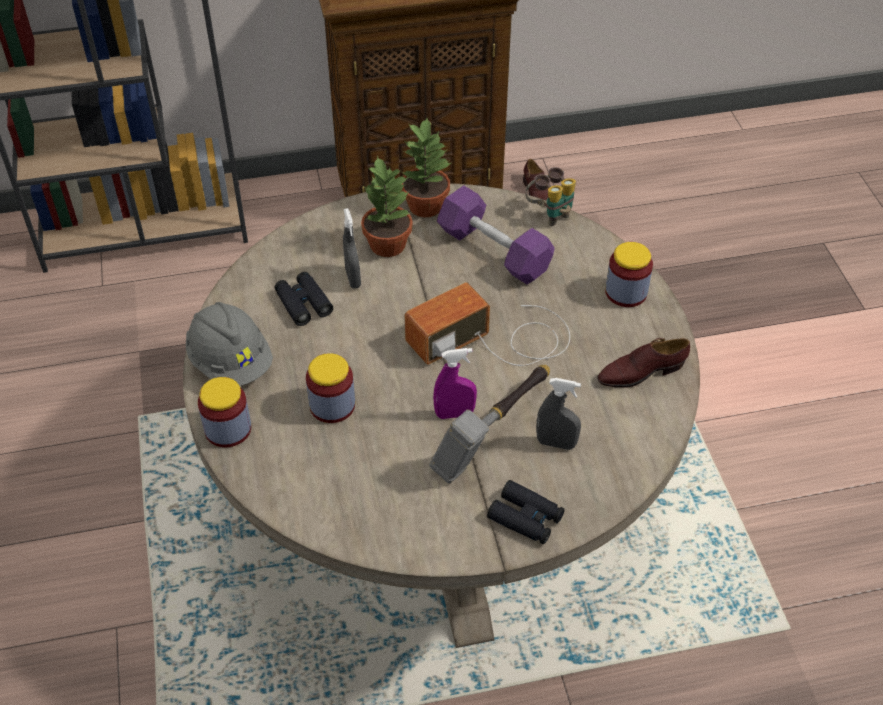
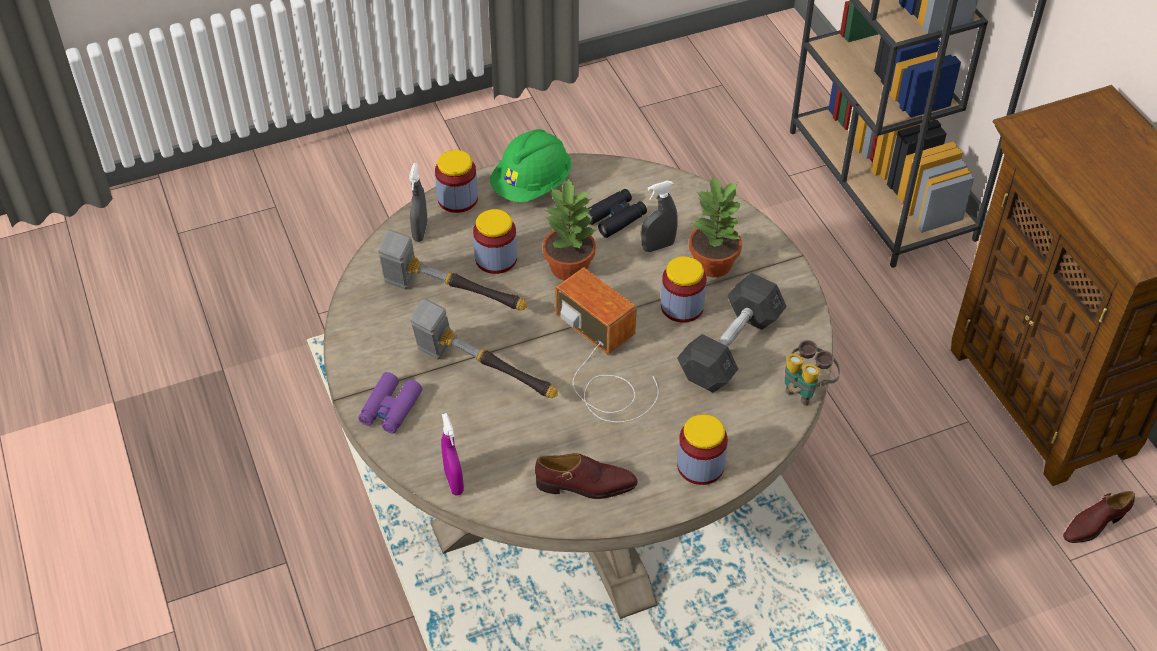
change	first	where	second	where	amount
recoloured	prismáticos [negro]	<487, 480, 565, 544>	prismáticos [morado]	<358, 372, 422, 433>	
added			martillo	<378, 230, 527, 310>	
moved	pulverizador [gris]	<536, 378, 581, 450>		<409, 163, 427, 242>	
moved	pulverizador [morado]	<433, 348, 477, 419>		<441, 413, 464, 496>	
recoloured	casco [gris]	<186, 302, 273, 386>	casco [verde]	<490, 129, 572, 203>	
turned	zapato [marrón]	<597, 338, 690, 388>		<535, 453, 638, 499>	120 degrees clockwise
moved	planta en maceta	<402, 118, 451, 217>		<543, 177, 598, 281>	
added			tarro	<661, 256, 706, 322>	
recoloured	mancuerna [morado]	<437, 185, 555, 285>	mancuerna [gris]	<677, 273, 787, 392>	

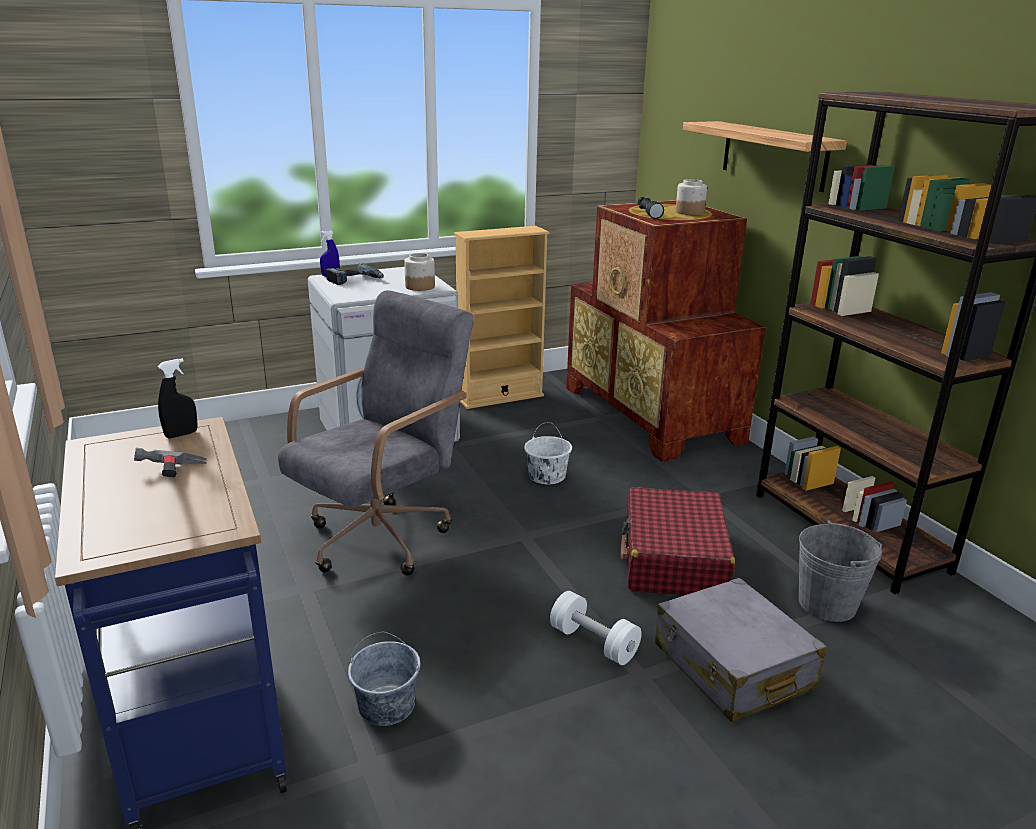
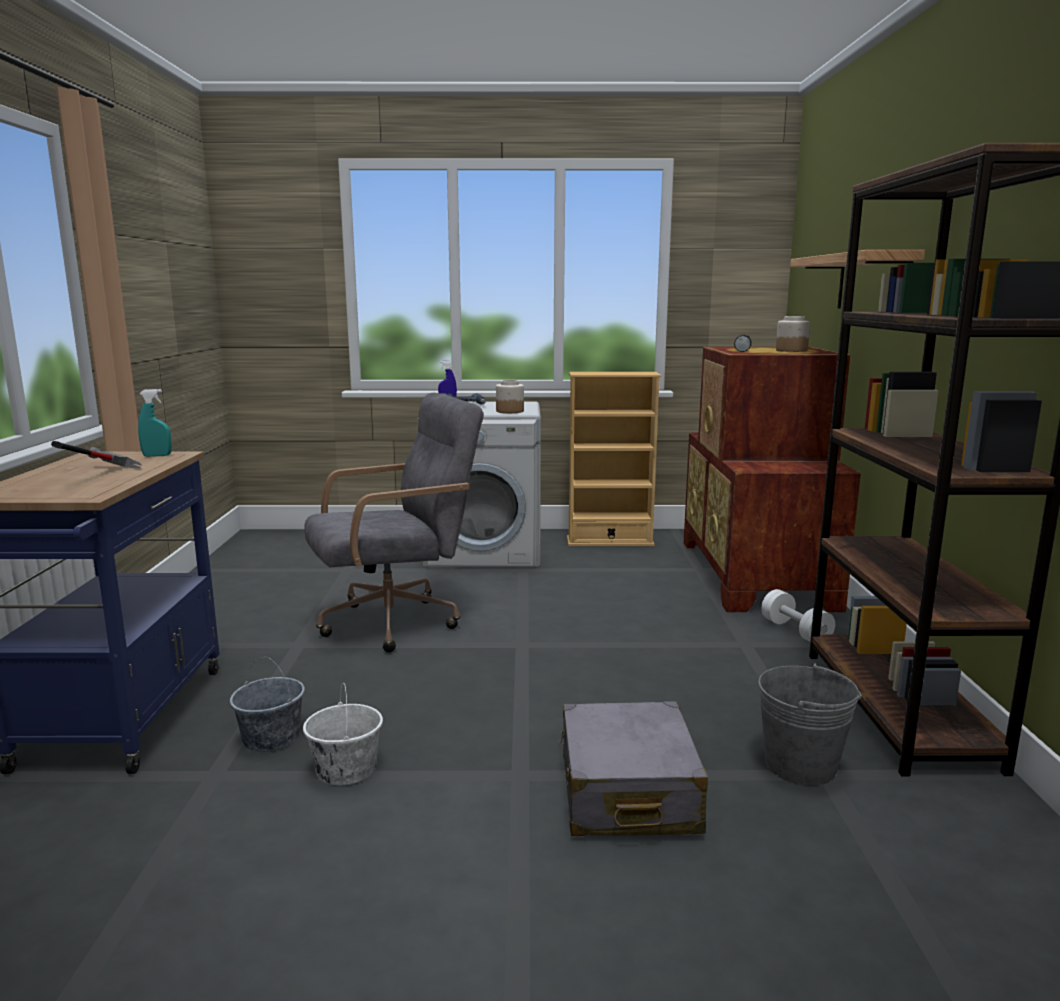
change	first	where	second	where	amount
recoloured	pulverizador [negro]	<158, 358, 198, 438>	pulverizador [turquesa]	<138, 389, 172, 457>	
moved	cubo [blanco]	<524, 422, 572, 484>		<303, 683, 383, 785>	
moved	mancuerna [blanco]	<550, 591, 642, 665>		<761, 589, 835, 641>	
removed	maleta [rojo]	<621, 487, 735, 595>			

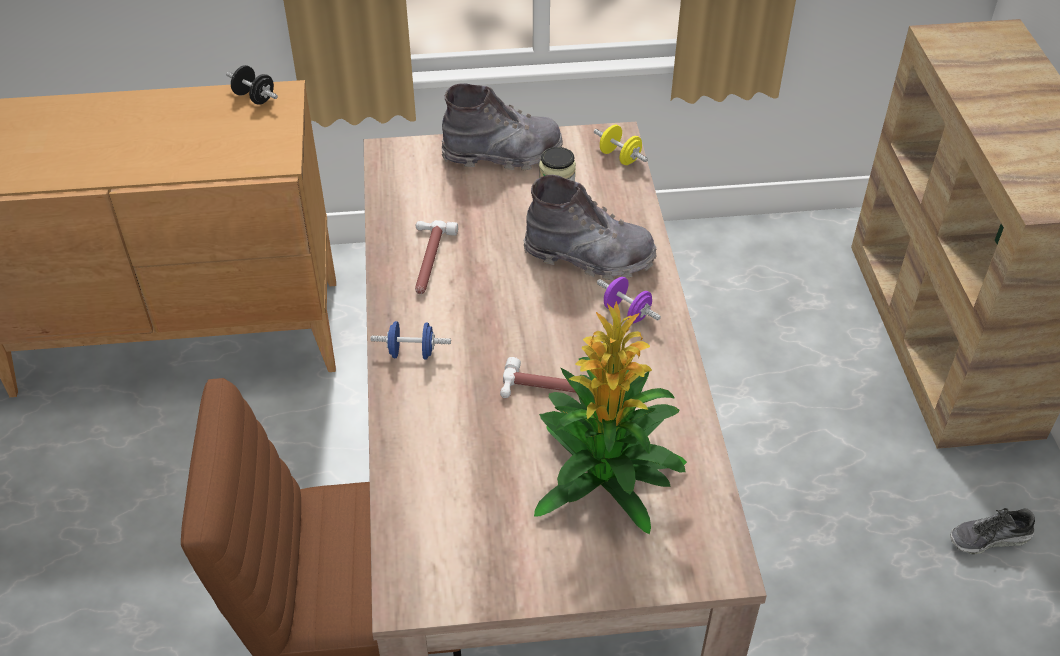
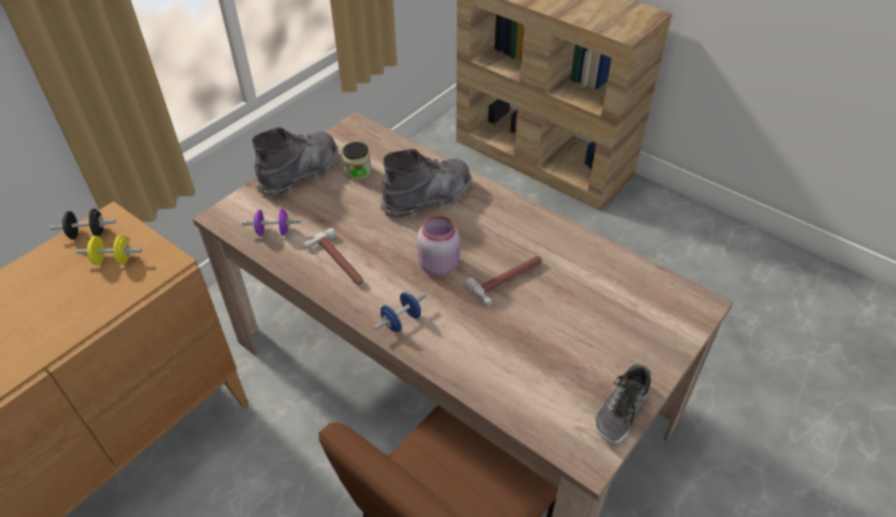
change	first	where	second	where	amount
moved	mancuerna [amarillo]	<594, 125, 648, 165>		<76, 235, 142, 265>	
moved	mancuerna [morado]	<597, 277, 661, 323>		<242, 209, 301, 237>	
added			tarro [rosa]	<417, 216, 460, 276>	
moved	zapato	<950, 508, 1035, 554>		<595, 364, 651, 443>	
removed	planta en maceta	<534, 301, 687, 534>			

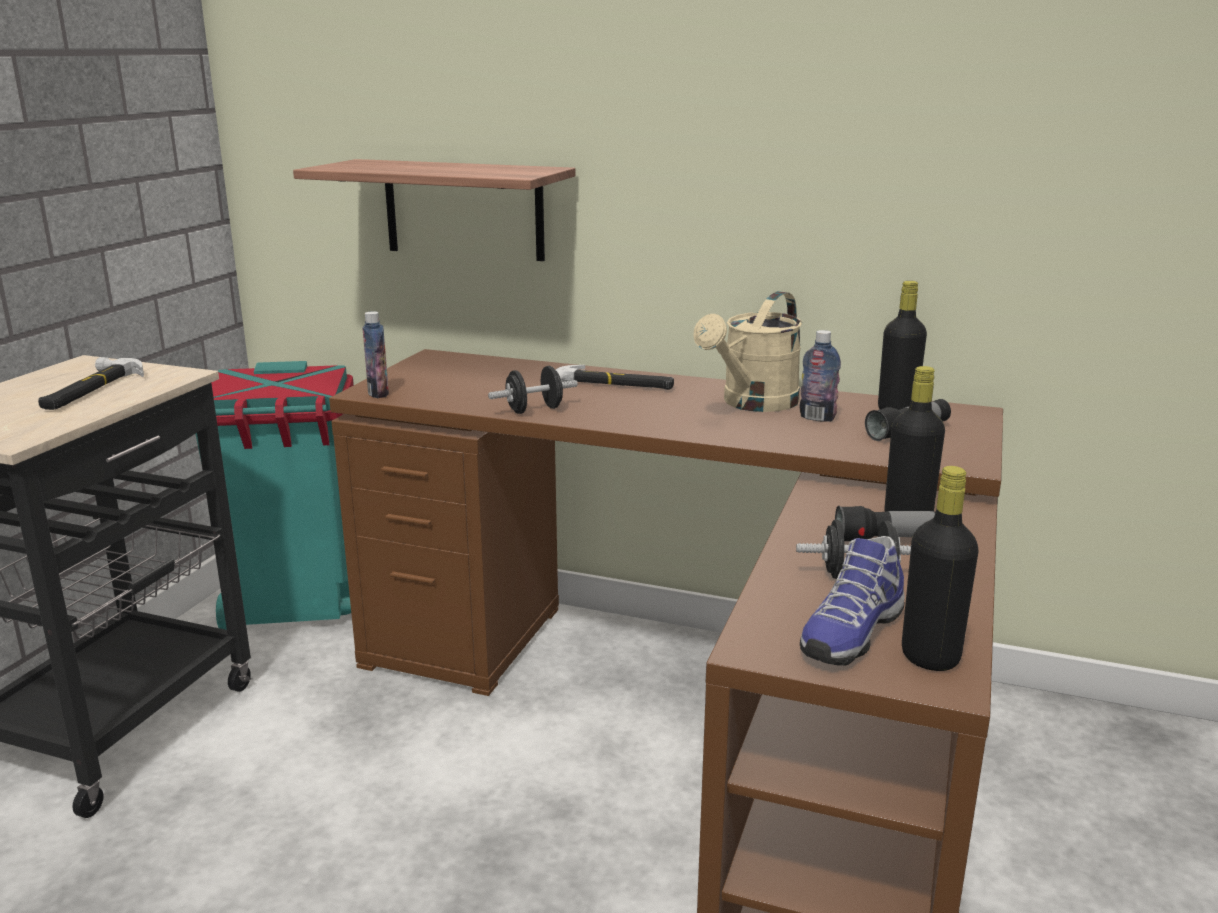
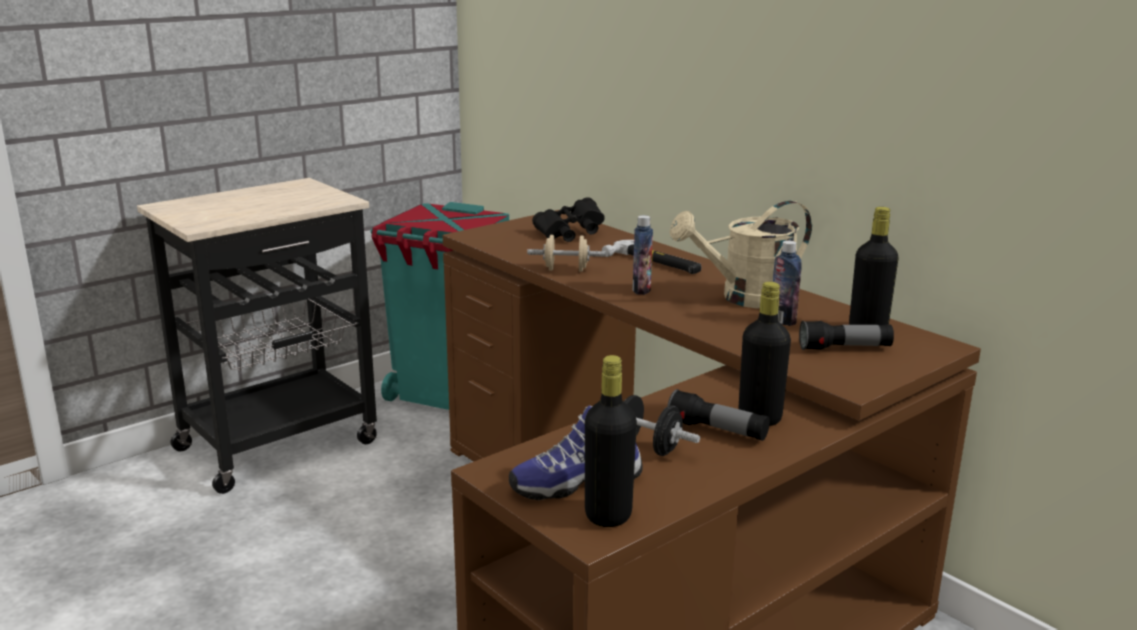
change	first	where	second	where	amount
recoloured	mancuerna [negro]	<488, 366, 578, 414>	mancuerna [beis]	<527, 235, 606, 272>	
added			prismáticos [negro]	<532, 197, 605, 242>	
moved	botella	<362, 311, 389, 398>		<632, 215, 653, 295>	
removed	martillo	<38, 357, 144, 410>			
removed	estante	<293, 159, 575, 261>			

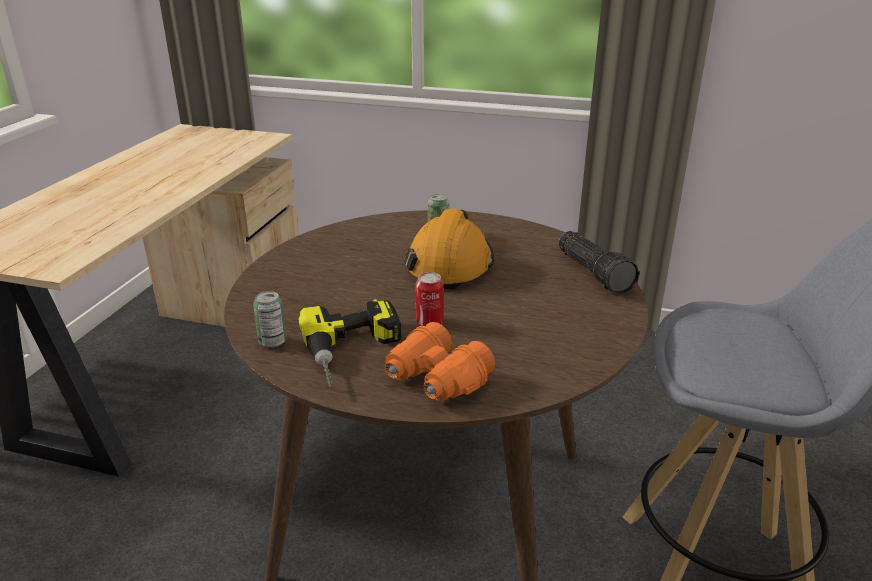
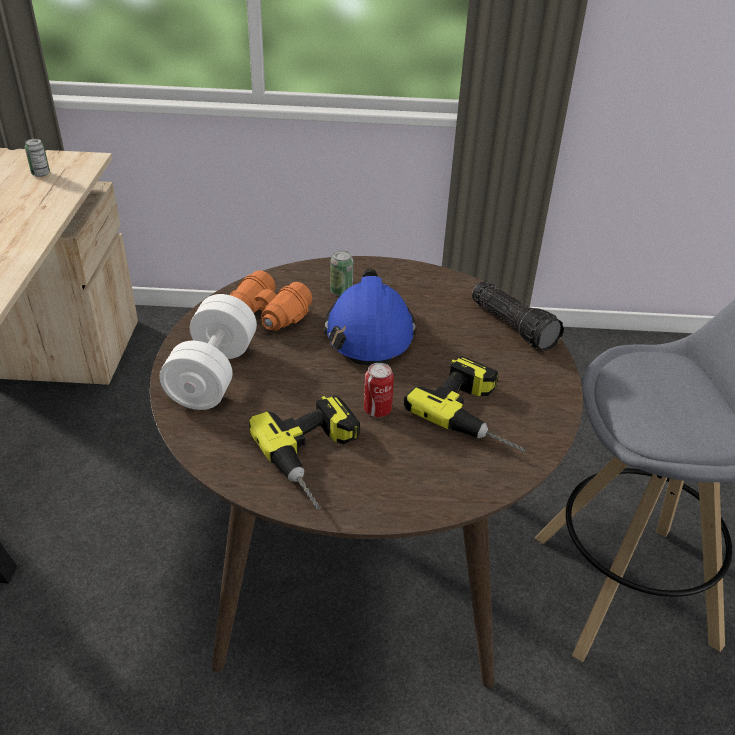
change	first	where	second	where	amount
moved	lata	<253, 291, 286, 348>		<25, 139, 50, 177>	
added			mancuerna [blanco]	<159, 294, 257, 410>	
moved	prismáticos [naranja]	<385, 322, 495, 401>		<230, 270, 312, 331>	
recoloured	casco [naranja]	<404, 209, 494, 289>	casco [azul]	<324, 268, 417, 365>	
added			taladro	<404, 356, 525, 452>	

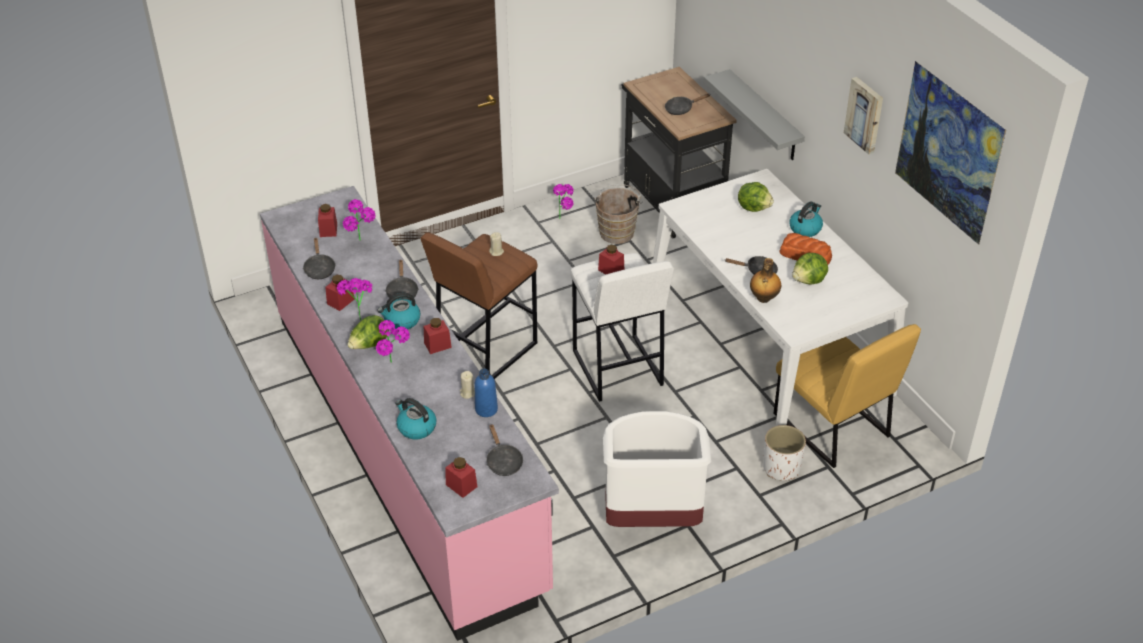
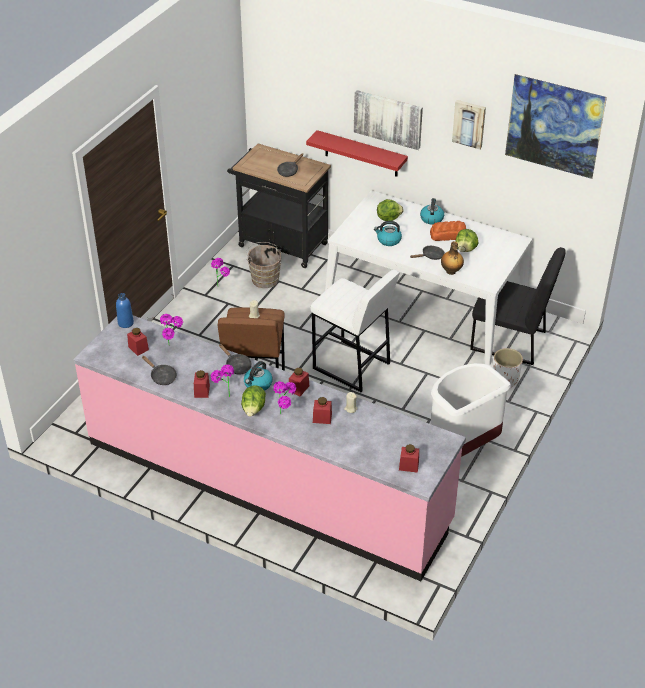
change	first	where	second	where	amount
moved	botella [azul]	<475, 368, 498, 417>		<116, 293, 134, 328>	
recoloured	estante [gris]	<704, 69, 805, 160>	estante [rojo]	<306, 130, 408, 177>	
moved	tarro [rojo]	<598, 245, 624, 274>		<313, 397, 332, 424>	
added			cuadro	<354, 90, 423, 150>	
moved	hervidor	<395, 398, 436, 439>		<374, 221, 402, 246>	
recoloured	silla [amarillo]	<773, 324, 921, 468>	silla [negro]	<470, 247, 566, 365>	
removed	sartén [negro]	<486, 425, 523, 476>			

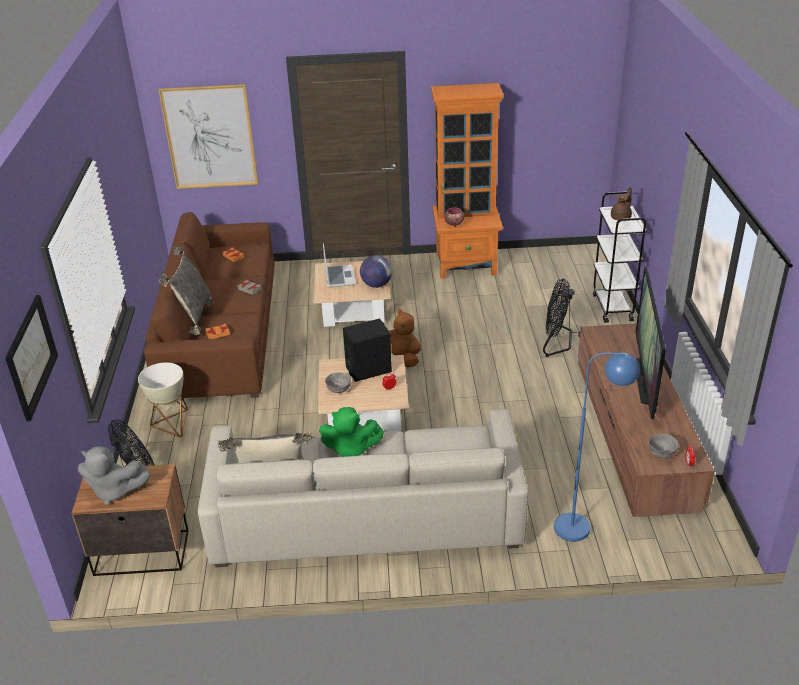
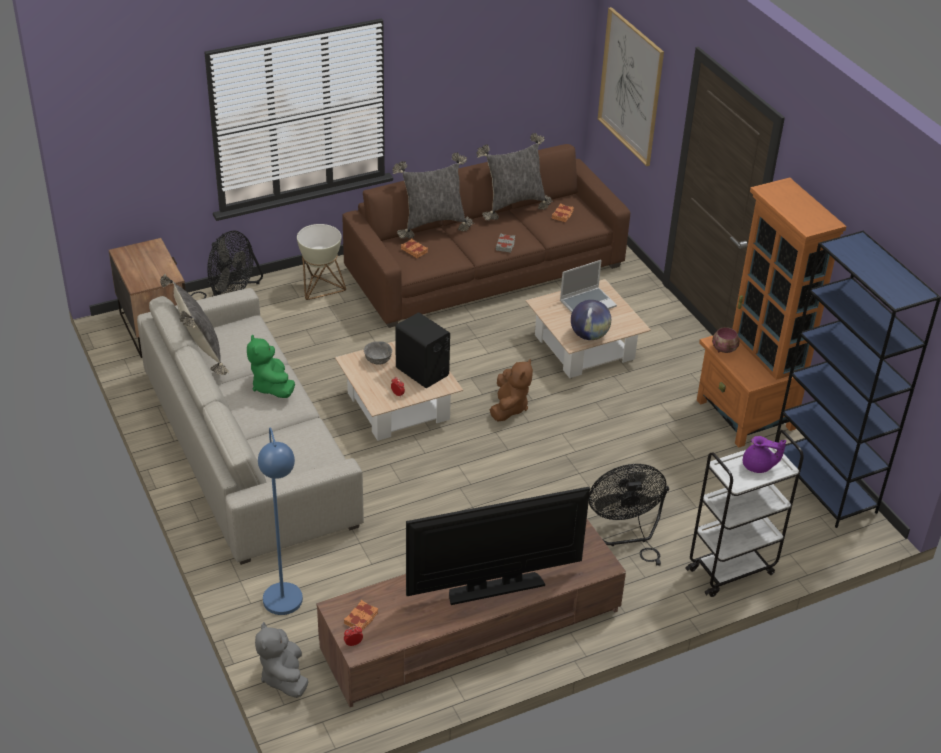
change	first	where	second	where	amount
moved	peluche [gris]	<78, 446, 150, 505>		<255, 622, 309, 698>	
replaced	cuenco [gris]	<648, 434, 679, 458>	libro [naranja]	<344, 600, 378, 631>	
added			cojín	<476, 133, 552, 221>	
recoloured	tetera [marrón]	<611, 187, 632, 220>	tetera [morado]	<743, 436, 786, 473>	
added			estantería [azul]	<775, 231, 941, 528>	
removed	cuadro	<5, 295, 58, 422>			

